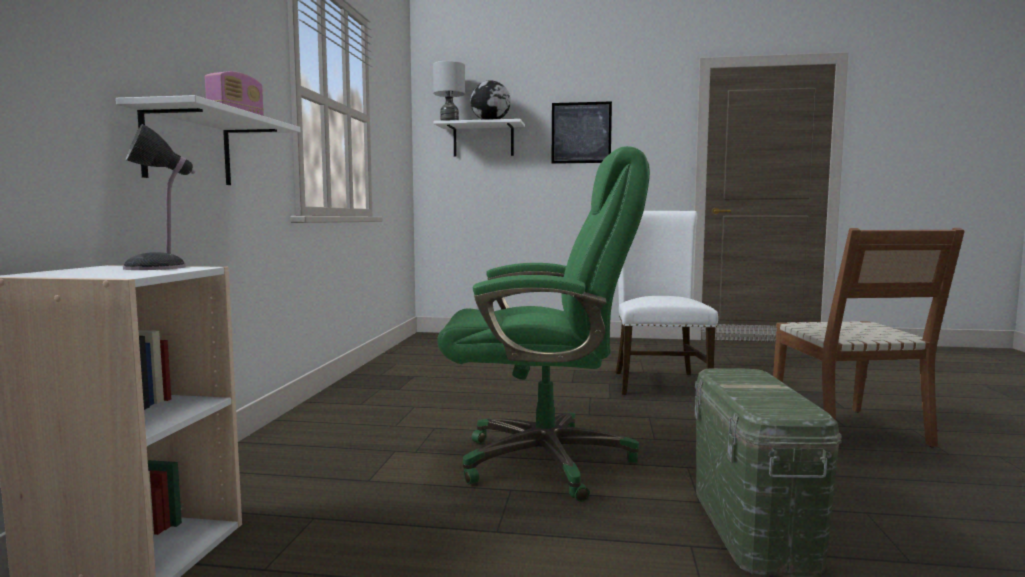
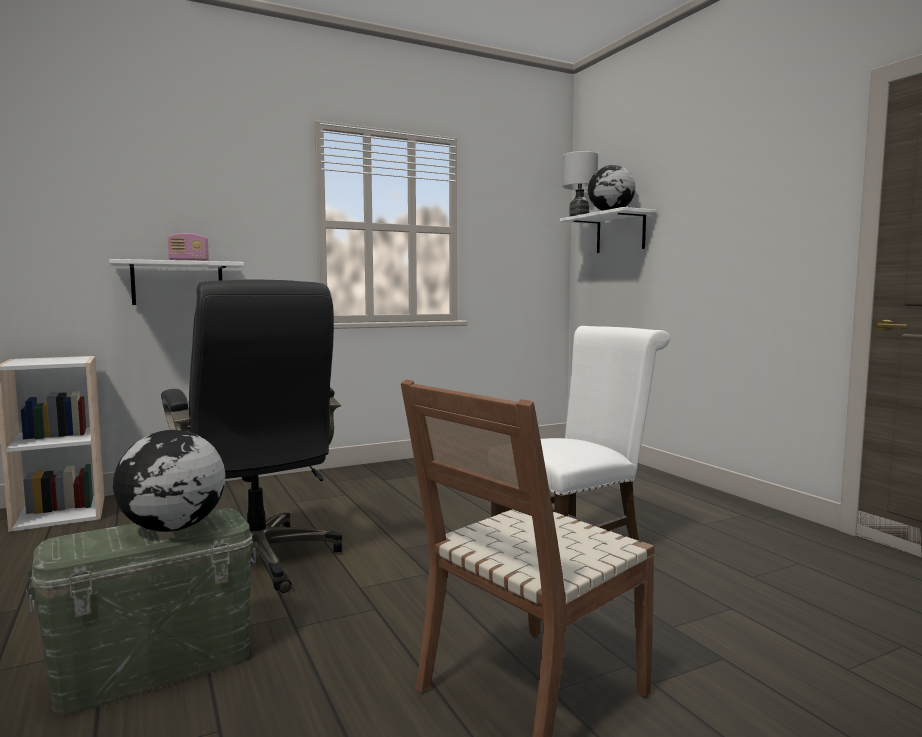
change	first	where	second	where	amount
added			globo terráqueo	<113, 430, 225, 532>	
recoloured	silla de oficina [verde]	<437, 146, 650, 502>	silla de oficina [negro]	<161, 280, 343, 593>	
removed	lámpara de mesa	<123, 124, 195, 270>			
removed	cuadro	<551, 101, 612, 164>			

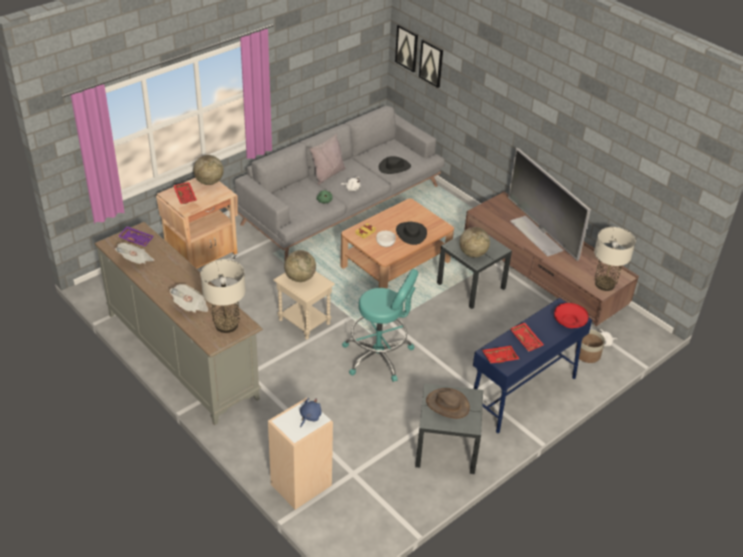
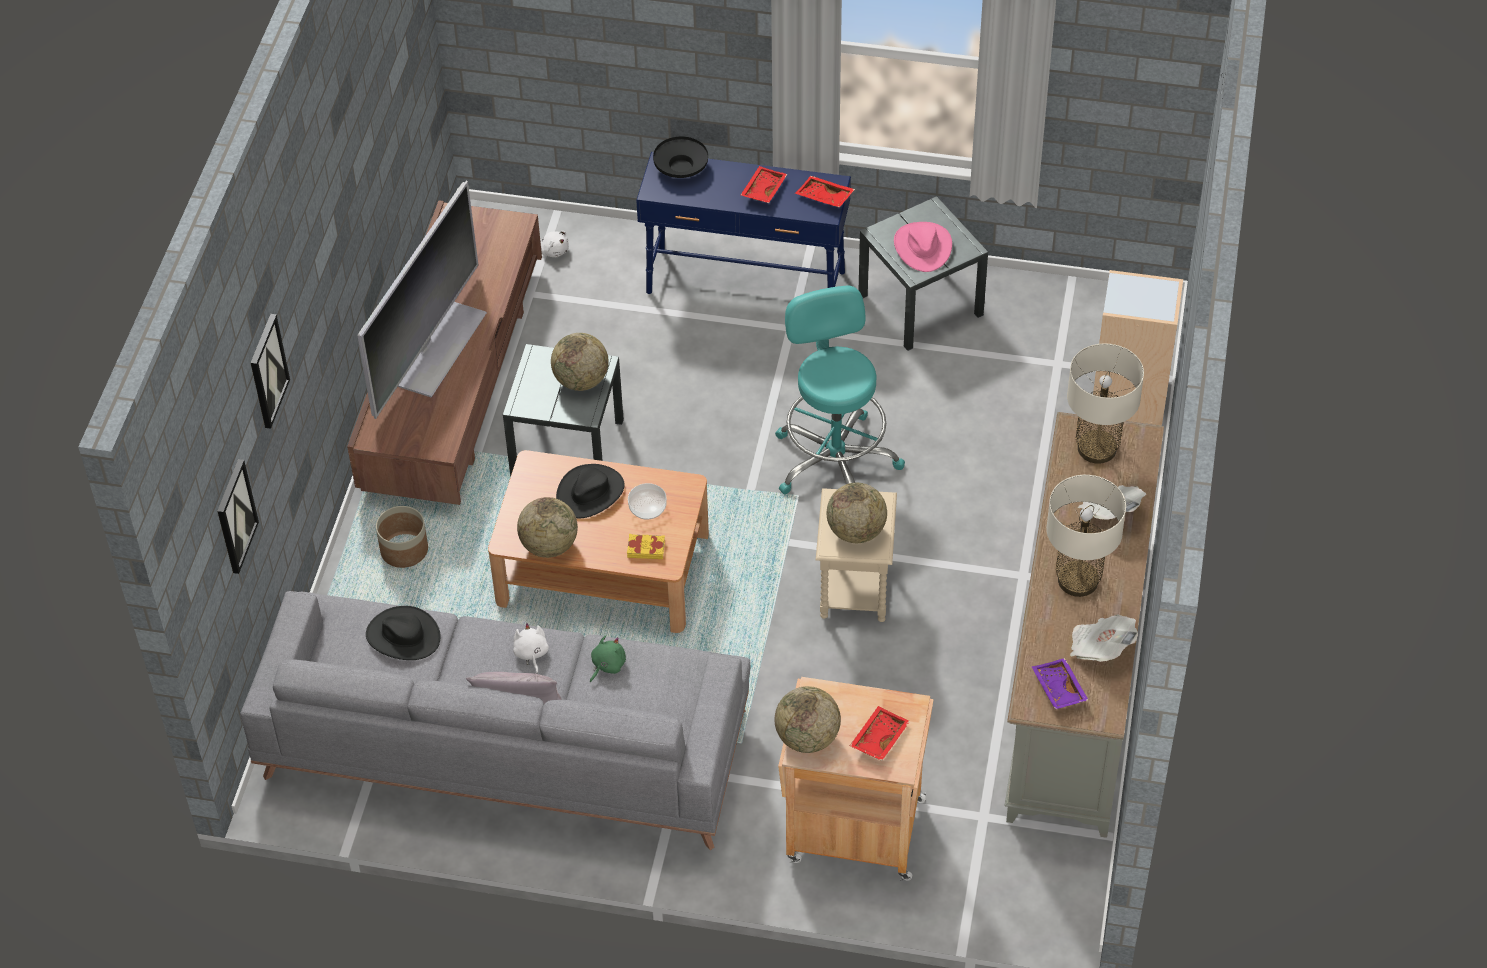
change	first	where	second	where	amount
moved	cuadro	<395, 24, 418, 72>		<251, 314, 290, 429>	
moved	maceta	<575, 330, 605, 363>		<376, 506, 428, 568>	
added			globo terráqueo	<517, 497, 578, 558>	
recoloured	cuenco [rojo]	<554, 303, 589, 328>	cuenco [negro]	<653, 136, 708, 178>	
recoloured	sombrero [marrón]	<426, 388, 470, 419>	sombrero [rosa]	<894, 222, 952, 272>	
moved	lámpara de mesa	<594, 227, 636, 291>		<1046, 475, 1126, 597>	
removed	peluche [azul]	<300, 398, 322, 428>			

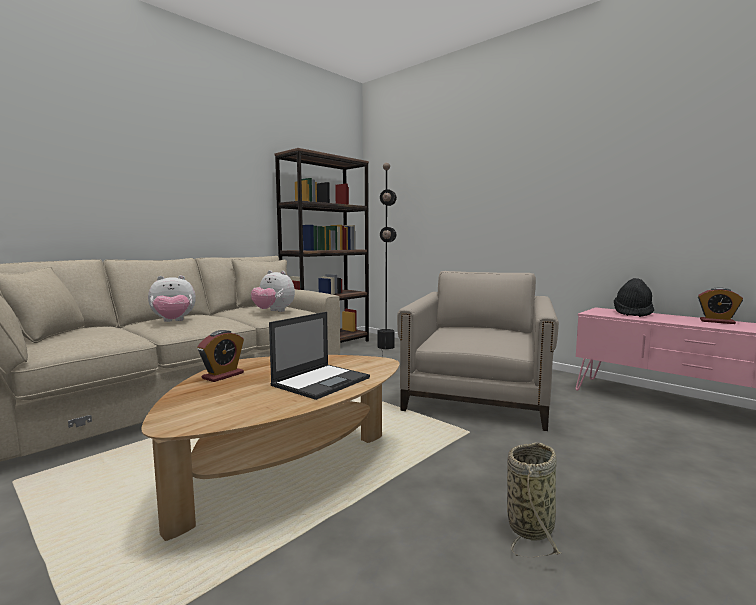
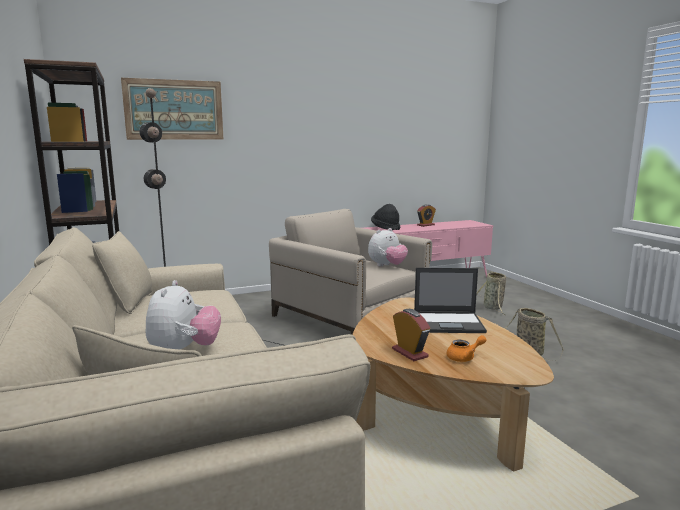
change	first	where	second	where	amount
added			cuadro	<121, 78, 223, 140>	
moved	peluche	<251, 270, 295, 312>		<368, 228, 408, 267>	
turned	portátil	<269, 312, 370, 400>		<414, 268, 487, 333>	120 degrees clockwise
added			tetera [naranja]	<447, 335, 486, 362>	
added			cesta	<476, 271, 506, 316>	

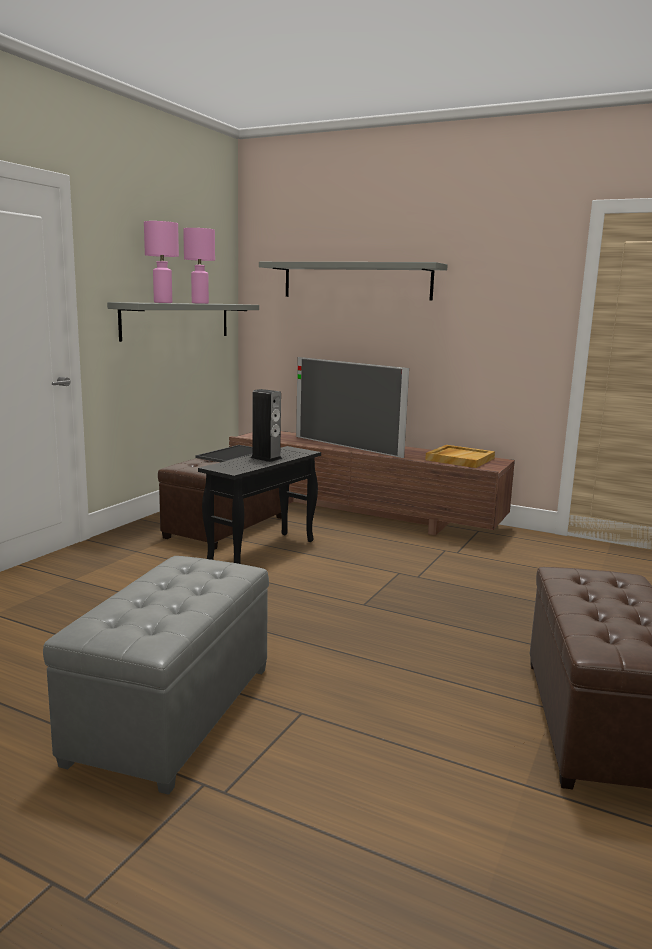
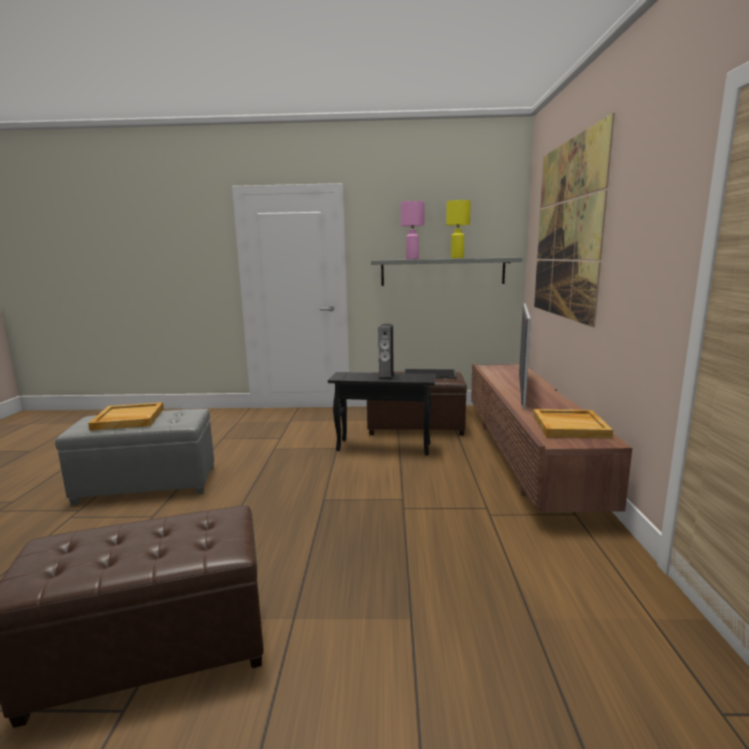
change	first	where	second	where	amount
added			bandeja [beis]	<88, 402, 164, 431>	
recoloured	lámpara de mesa [rosa]	<183, 228, 215, 304>	lámpara de mesa [amarillo]	<446, 200, 471, 258>	
replaced	estante [gris]	<259, 262, 448, 301>	cuadro	<534, 113, 615, 327>	

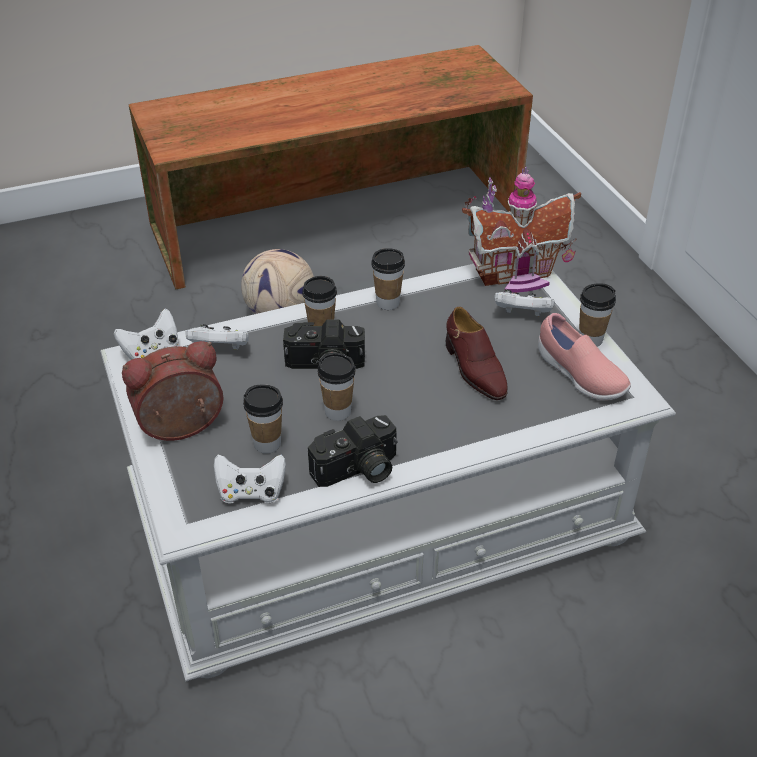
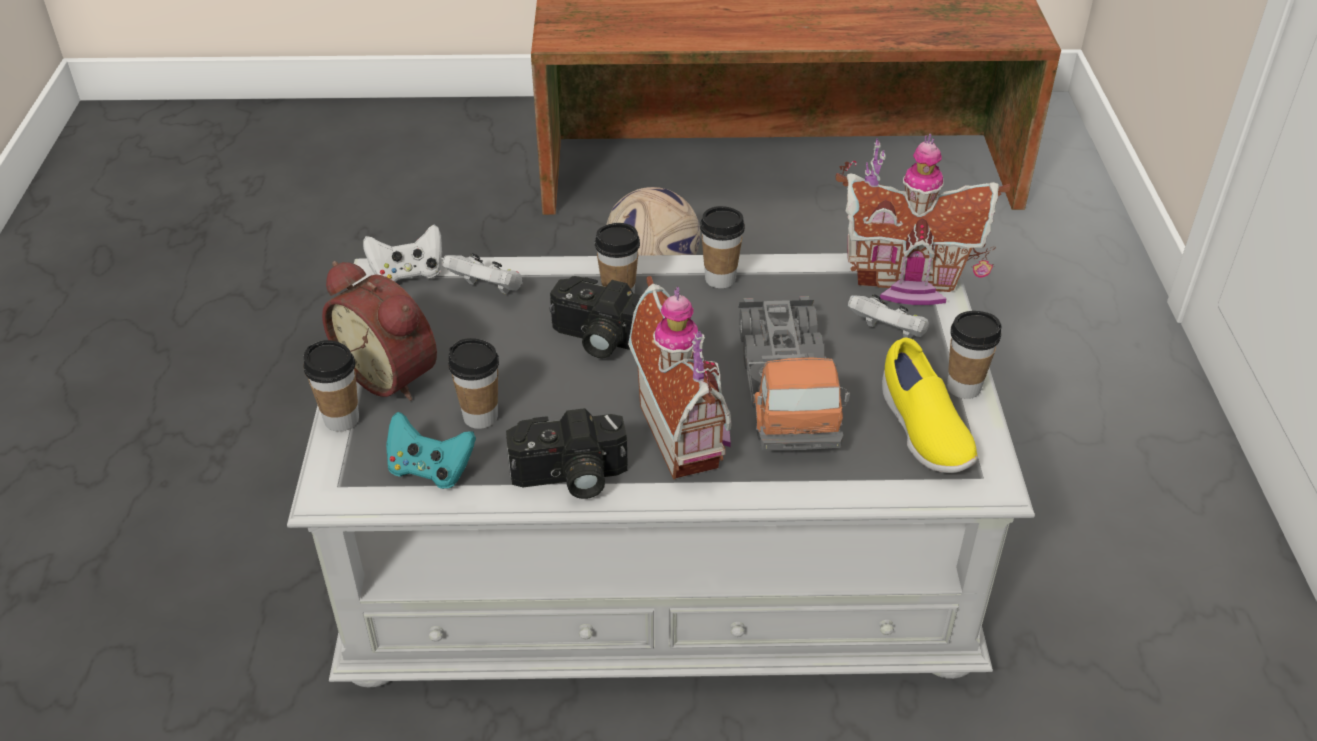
change	first	where	second	where	amount
moved	taza	<317, 353, 356, 421>		<303, 340, 359, 432>	
turned	despertador	<122, 341, 224, 441>		<322, 261, 437, 401>	135 degrees counterclockwise
recoloured	mando de consola [blanco]	<214, 454, 286, 504>	mando de consola [turquesa]	<386, 412, 476, 489>	
added			casita	<628, 276, 731, 480>	
replaced	zapato [marrón]	<446, 307, 507, 400>	camión de juguete	<738, 296, 850, 450>	
recoloured	zapato [rosa]	<538, 313, 631, 400>	zapato [amarillo]	<882, 338, 978, 473>	

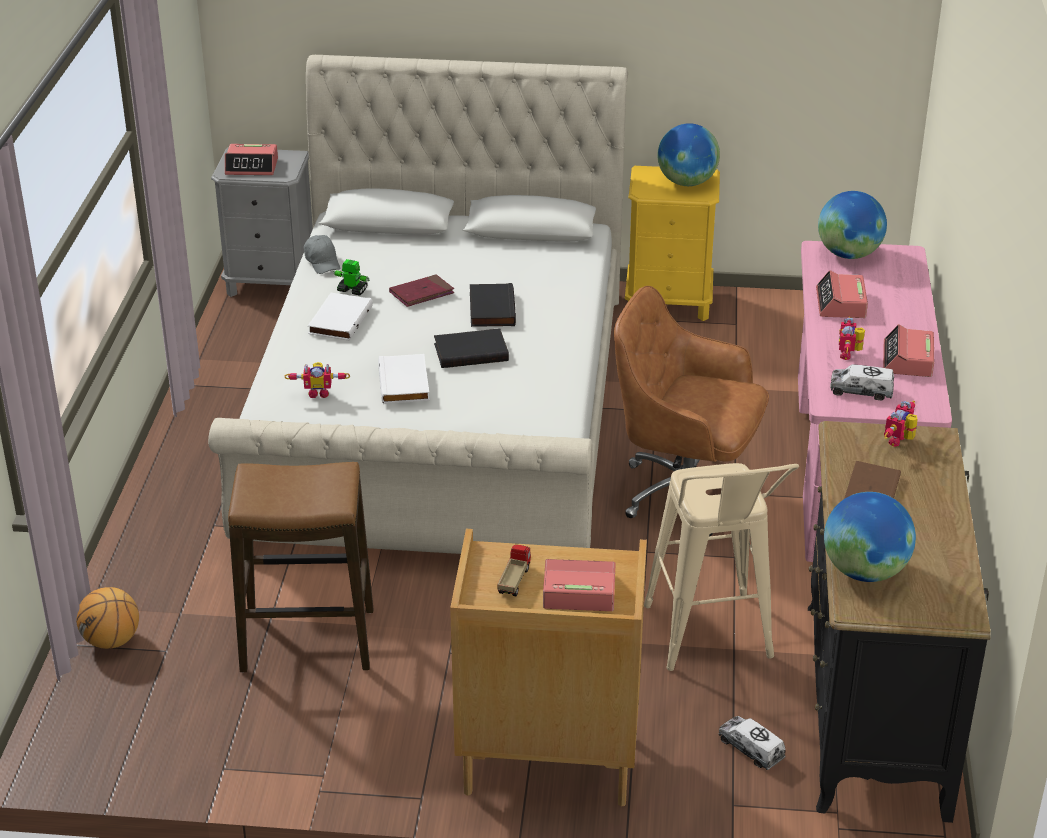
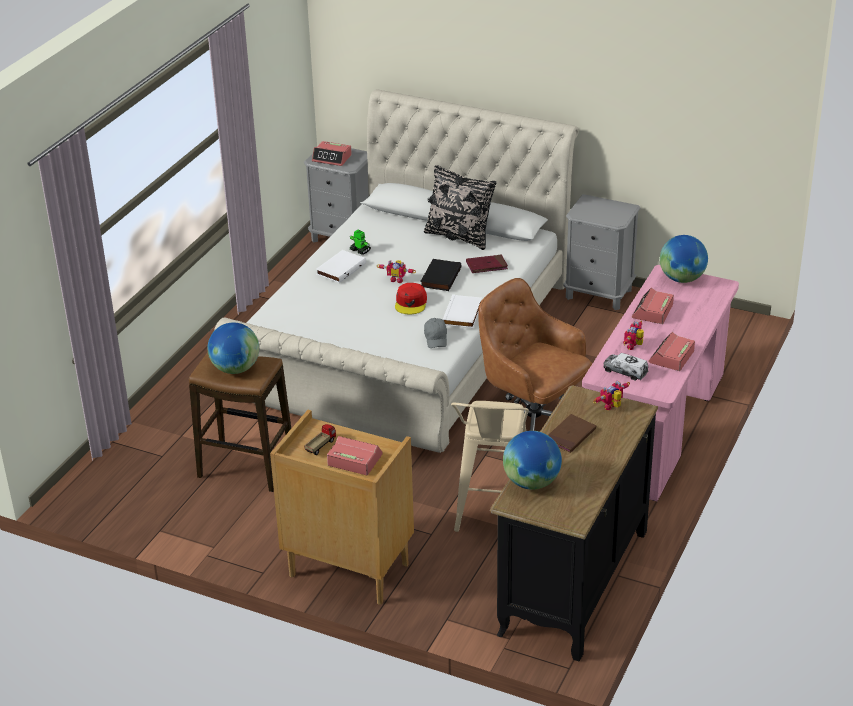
change	first	where	second	where	amount
moved	globo terráqueo	<657, 123, 720, 186>		<207, 322, 259, 374>	
moved	robot de juguete	<285, 362, 350, 398>		<377, 260, 416, 283>	
replaced	libro [negro]	<434, 328, 509, 368>	gorra [rojo]	<395, 283, 427, 314>	
added			cojín [negro]	<424, 165, 496, 250>	
moved	gorra [gris]	<304, 235, 340, 274>		<424, 318, 447, 348>	
moved	libro [blanco]	<378, 354, 430, 404>		<443, 294, 482, 328>	
moved	libro [rojo]	<389, 274, 454, 307>		<466, 254, 508, 273>	
recoloured	mesita de noche [amarillo]	<625, 166, 720, 321>	mesita de noche [gris]	<563, 194, 641, 310>	
removed	balón de baloncesto	<76, 587, 139, 649>			
removed	camión de juguete	<719, 716, 786, 770>			

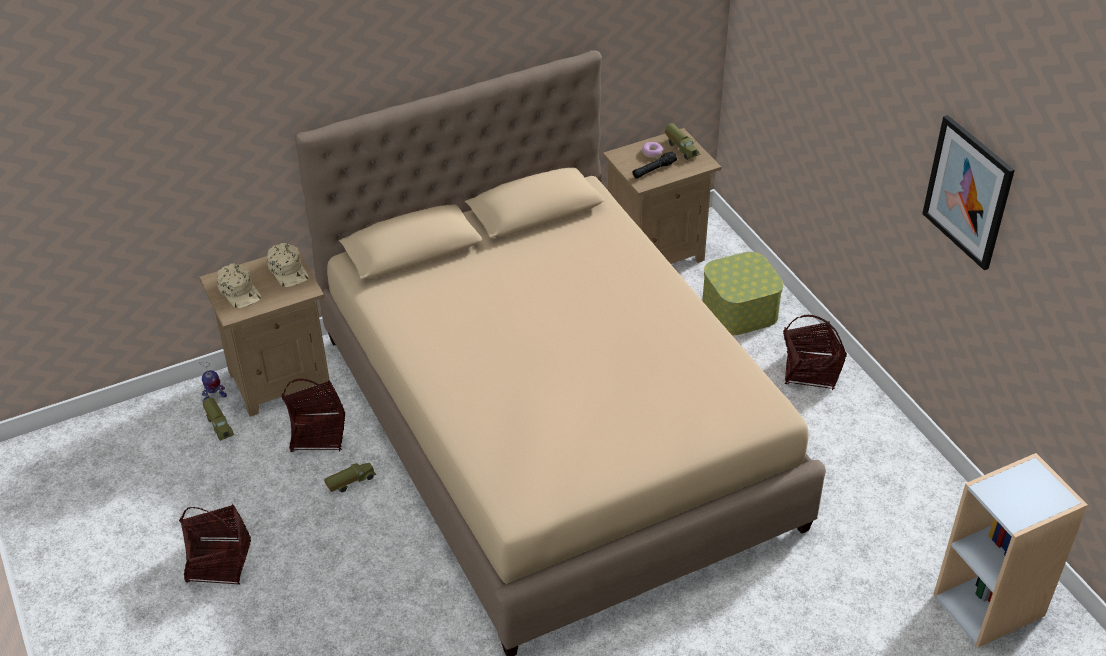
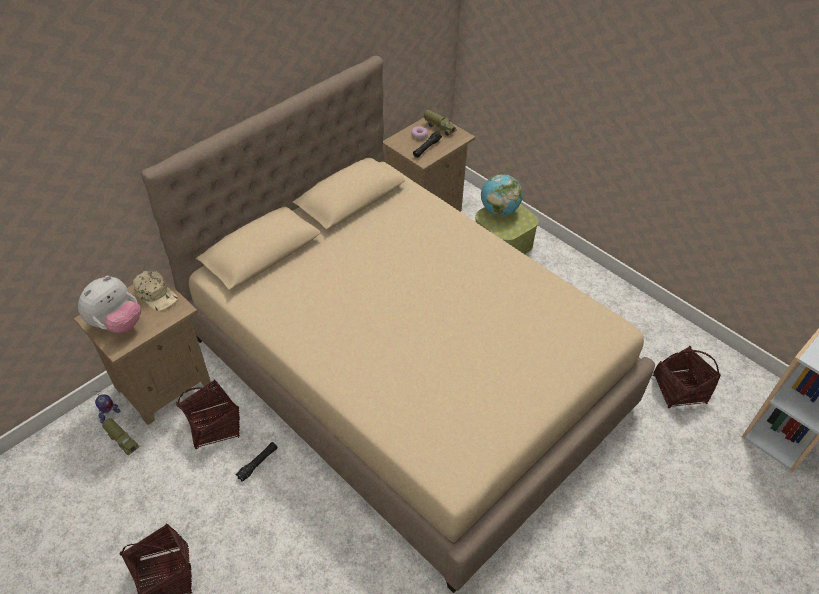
change	first	where	second	where	amount
replaced	gorra [beis]	<217, 264, 261, 308>	peluche	<78, 276, 141, 333>	
replaced	camión de juguete	<324, 463, 376, 492>	linterna [negro]	<236, 442, 278, 482>	
added			globo terráqueo	<481, 174, 523, 216>	
moved	cesta	<783, 315, 847, 390>		<652, 346, 721, 408>	
removed	cuadro	<922, 115, 1015, 270>			

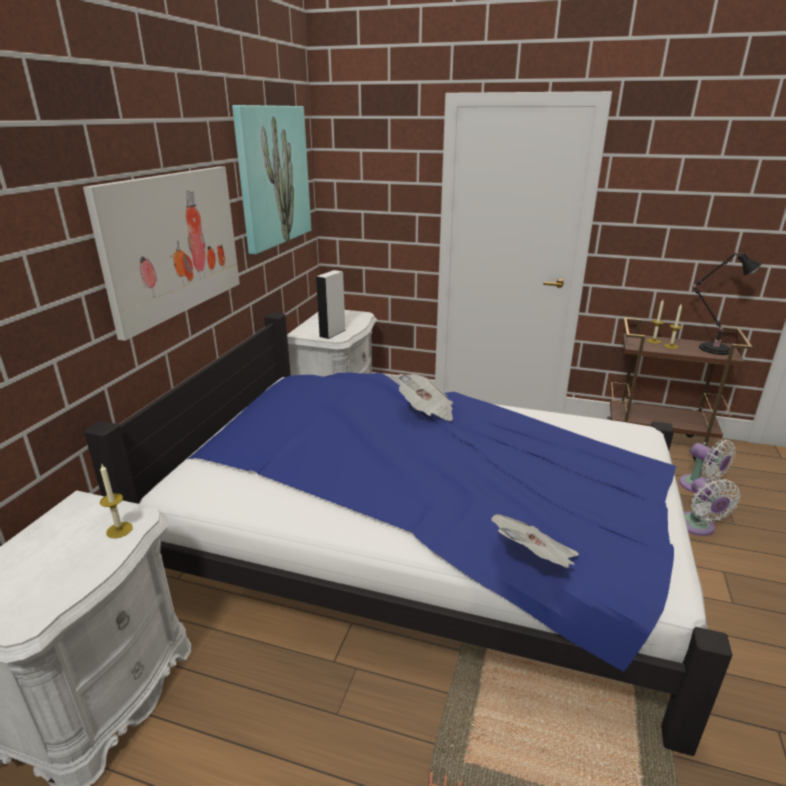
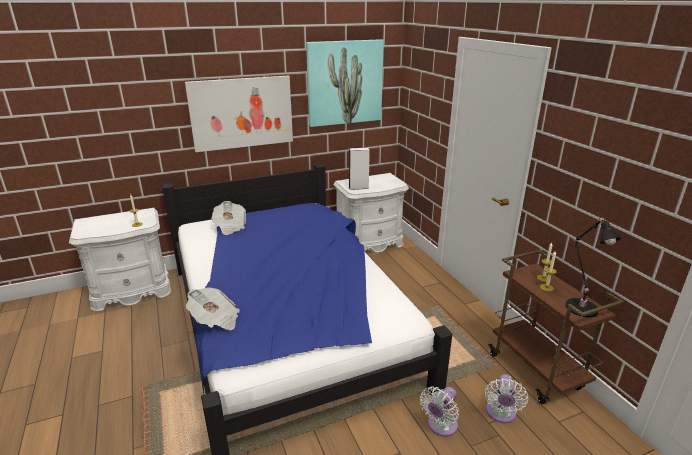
change	first	where	second	where	amount
moved	periódico	<398, 374, 453, 421>		<211, 201, 246, 235>	

